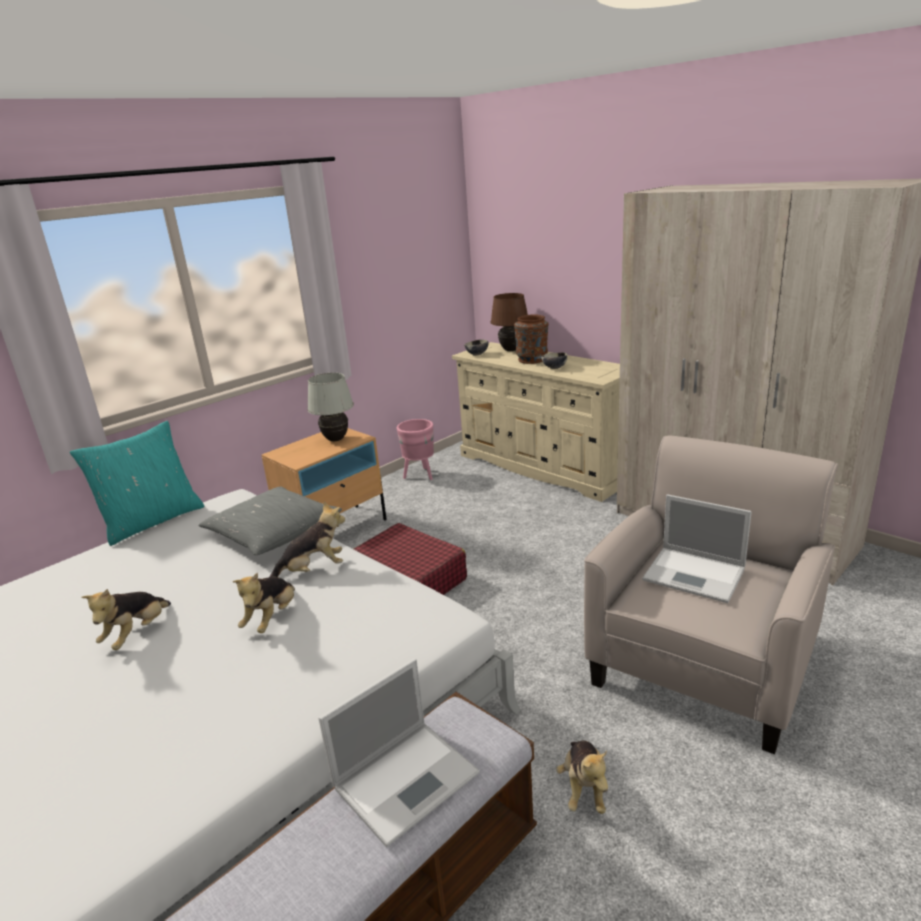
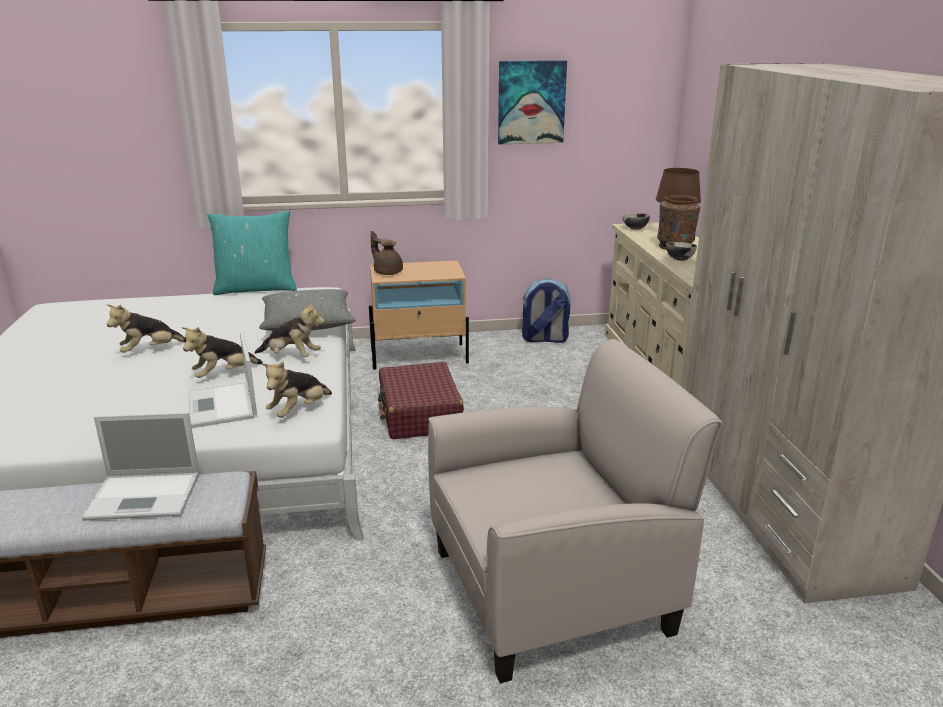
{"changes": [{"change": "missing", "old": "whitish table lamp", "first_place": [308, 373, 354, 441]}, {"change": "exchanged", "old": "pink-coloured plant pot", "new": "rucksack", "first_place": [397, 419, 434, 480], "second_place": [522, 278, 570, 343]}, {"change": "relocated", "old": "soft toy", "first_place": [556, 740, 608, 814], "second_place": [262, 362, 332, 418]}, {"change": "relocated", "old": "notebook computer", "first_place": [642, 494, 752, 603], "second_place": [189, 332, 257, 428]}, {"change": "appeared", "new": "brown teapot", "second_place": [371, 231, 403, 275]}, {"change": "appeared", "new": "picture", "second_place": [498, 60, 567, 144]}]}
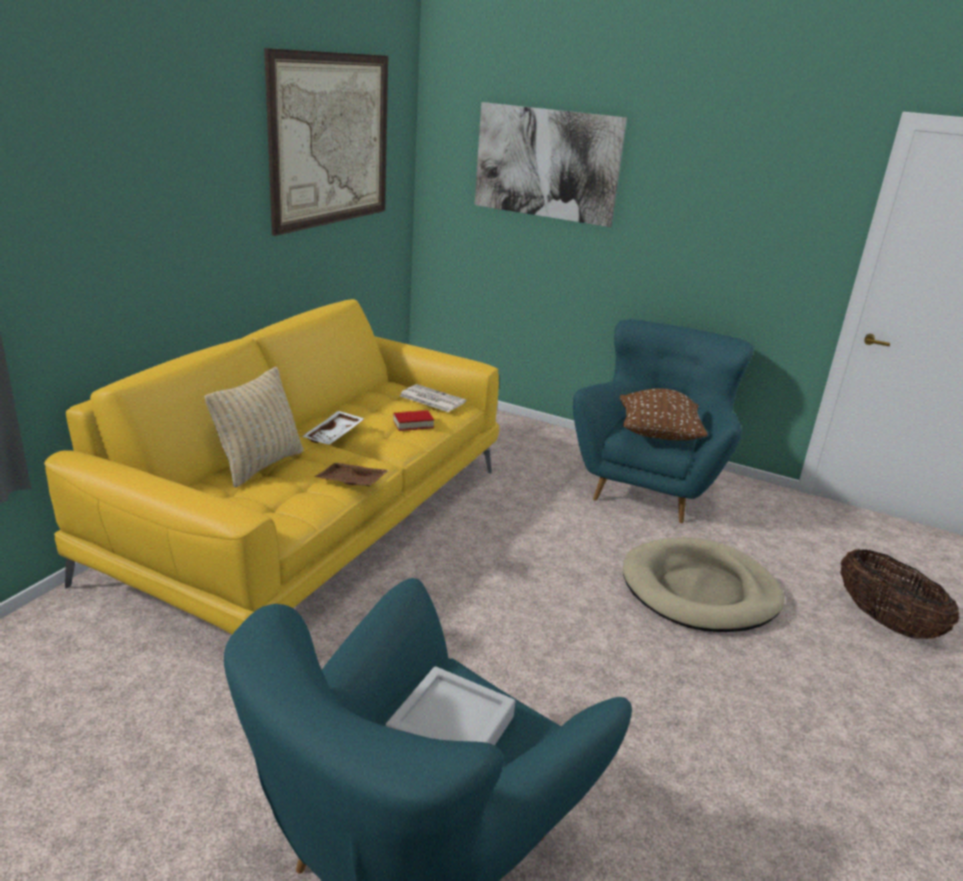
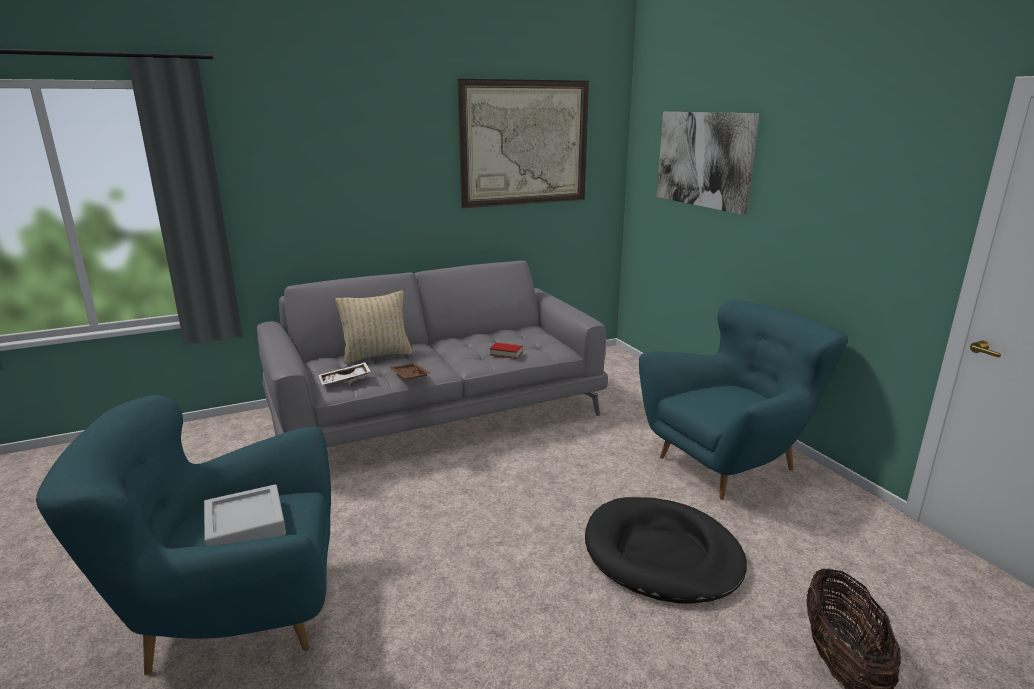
{"changes": [{"change": "colour", "old": "yellow-coloured sofa", "new": "gray sofa", "first_place": [44, 299, 499, 635], "second_place": [257, 261, 608, 447]}, {"change": "relocated", "old": "whitish serving tray", "first_place": [302, 411, 365, 445], "second_place": [318, 362, 371, 385]}, {"change": "missing", "old": "daily paper", "first_place": [400, 384, 466, 412]}, {"change": "missing", "old": "brown pillow", "first_place": [620, 388, 708, 440]}, {"change": "colour", "old": "beige pet bed", "new": "blackish pet bed", "first_place": [623, 537, 785, 632], "second_place": [585, 497, 747, 604]}]}
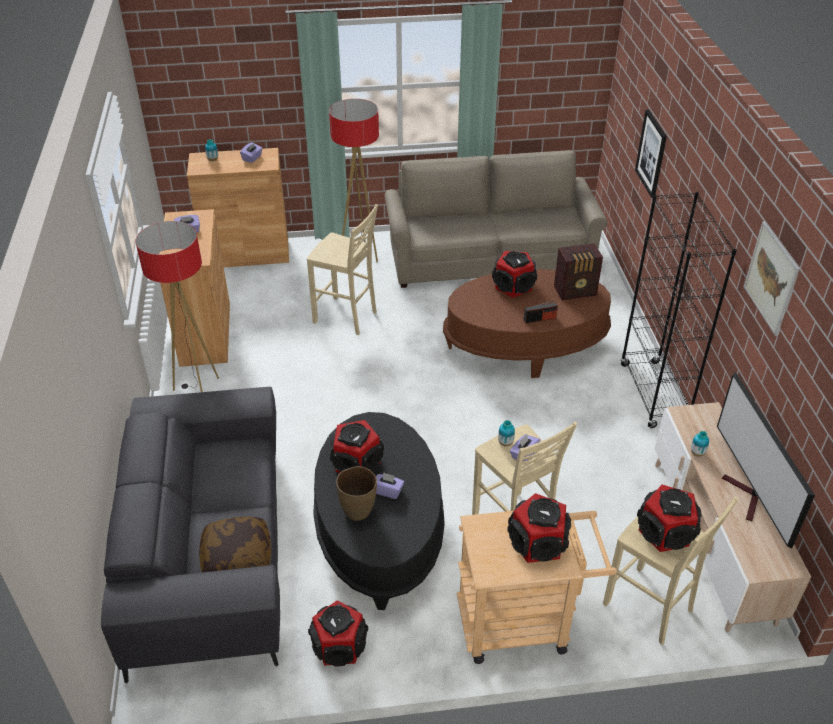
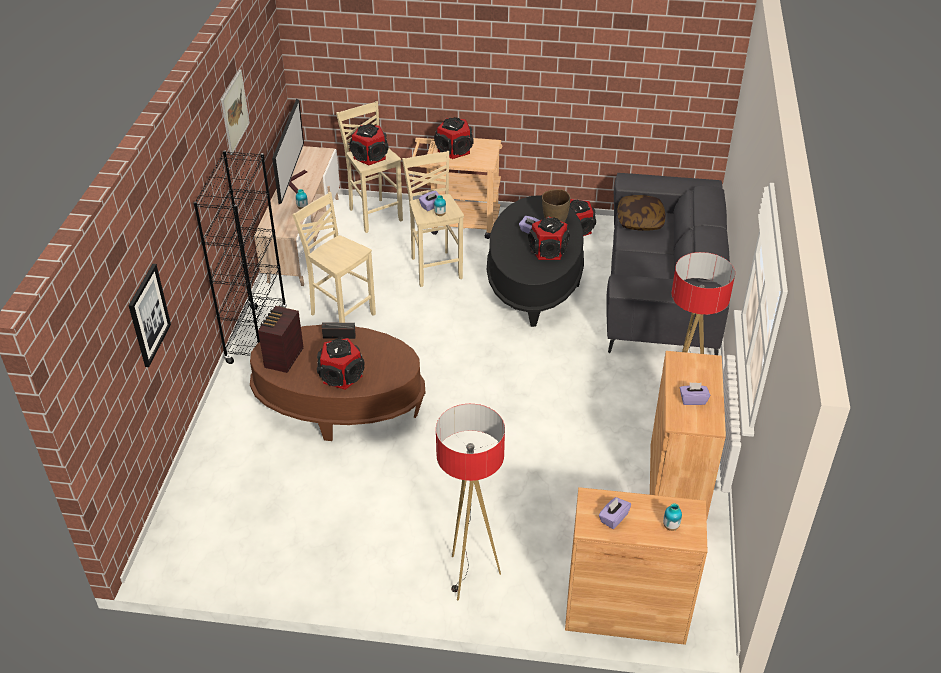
{"changes": [{"change": "relocated", "old": "beige stool seat", "first_place": [307, 204, 378, 335], "second_place": [293, 192, 376, 323]}, {"change": "missing", "old": "beige sofa", "first_place": [385, 150, 607, 288]}, {"change": "spun", "old": "radio", "first_place": [554, 243, 603, 300], "second_place": [258, 306, 304, 373], "degrees": -75}]}
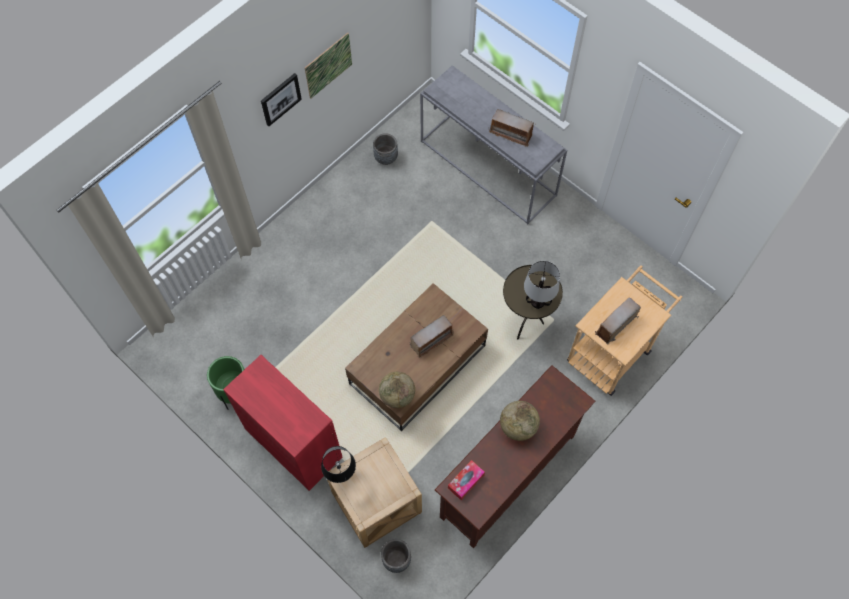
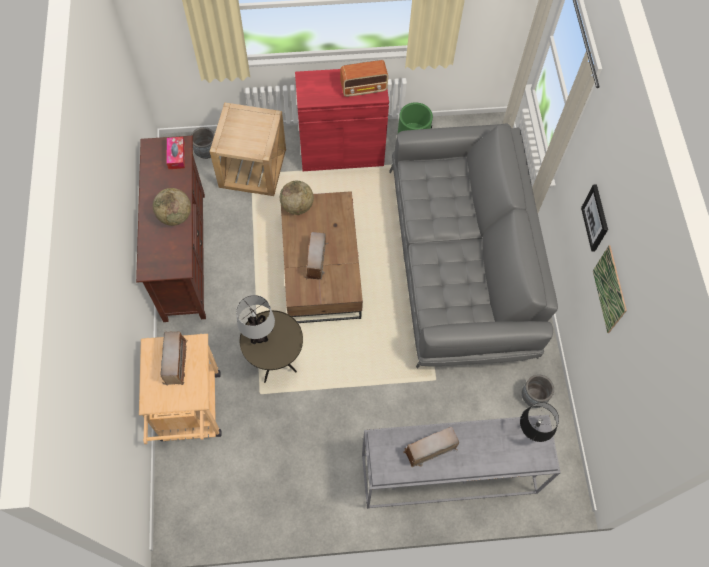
{"changes": [{"change": "relocated", "old": "blackish table lamp", "first_place": [321, 446, 356, 483], "second_place": [520, 402, 559, 442]}, {"change": "appeared", "new": "radio", "second_place": [340, 60, 388, 97]}, {"change": "appeared", "new": "gray sofa", "second_place": [389, 123, 558, 369]}]}
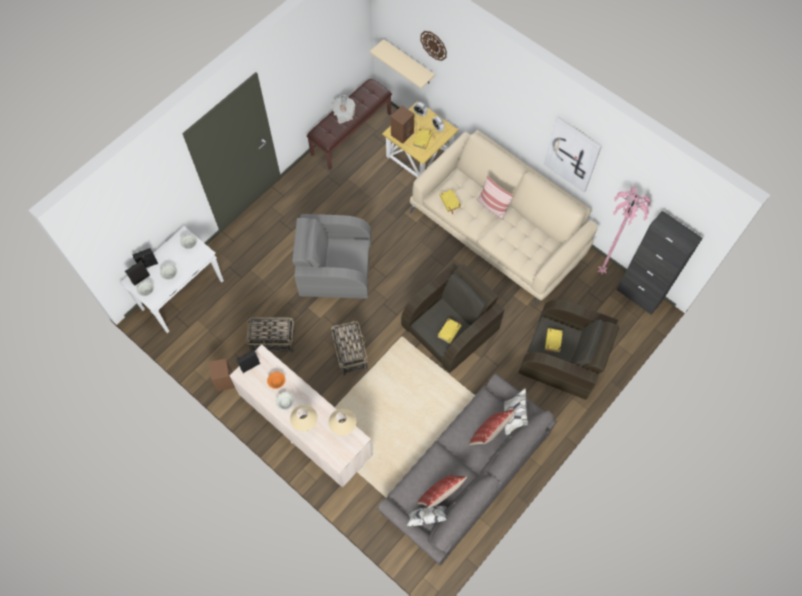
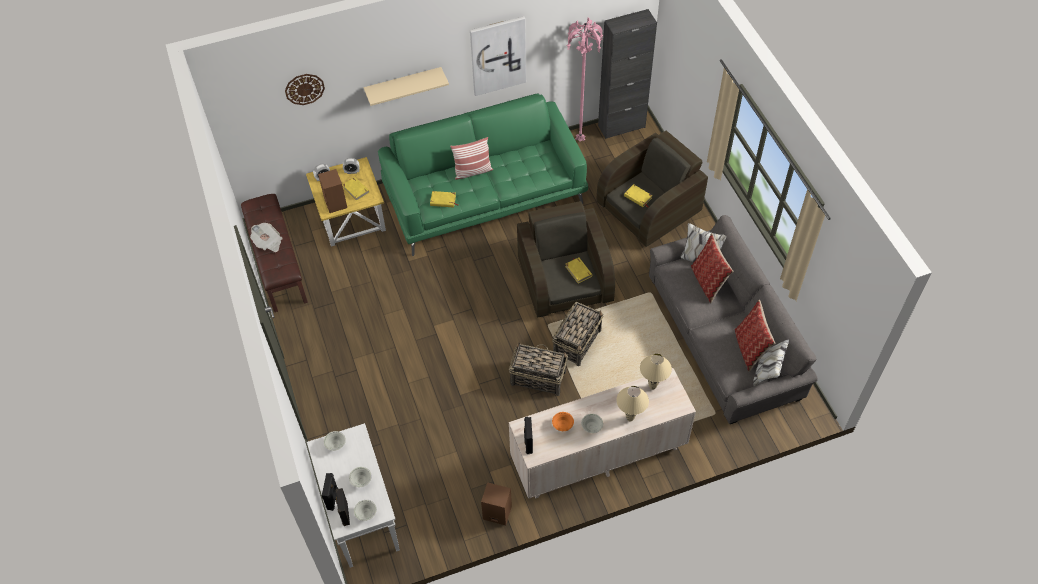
{"changes": [{"change": "relocated", "old": "household basket", "first_place": [246, 317, 295, 352], "second_place": [552, 302, 603, 366]}, {"change": "missing", "old": "gray lounge chair", "first_place": [292, 214, 371, 299]}, {"change": "relocated", "old": "beige bracket shelf", "first_place": [370, 39, 435, 88], "second_place": [364, 67, 449, 106]}, {"change": "colour", "old": "beige sofa", "new": "green-coloured sofa", "first_place": [410, 130, 598, 305], "second_place": [378, 94, 588, 256]}]}
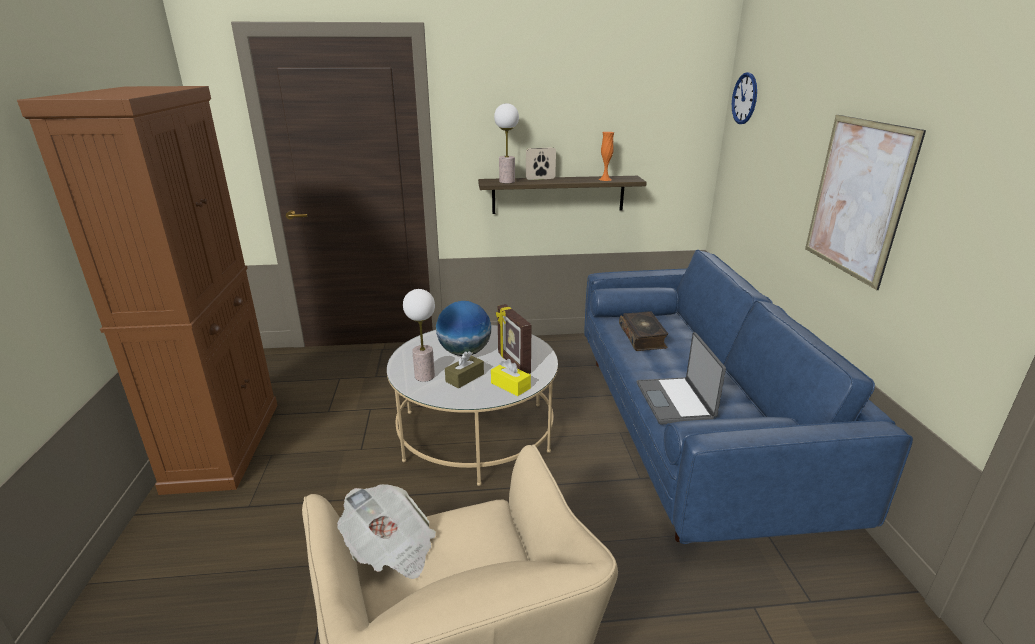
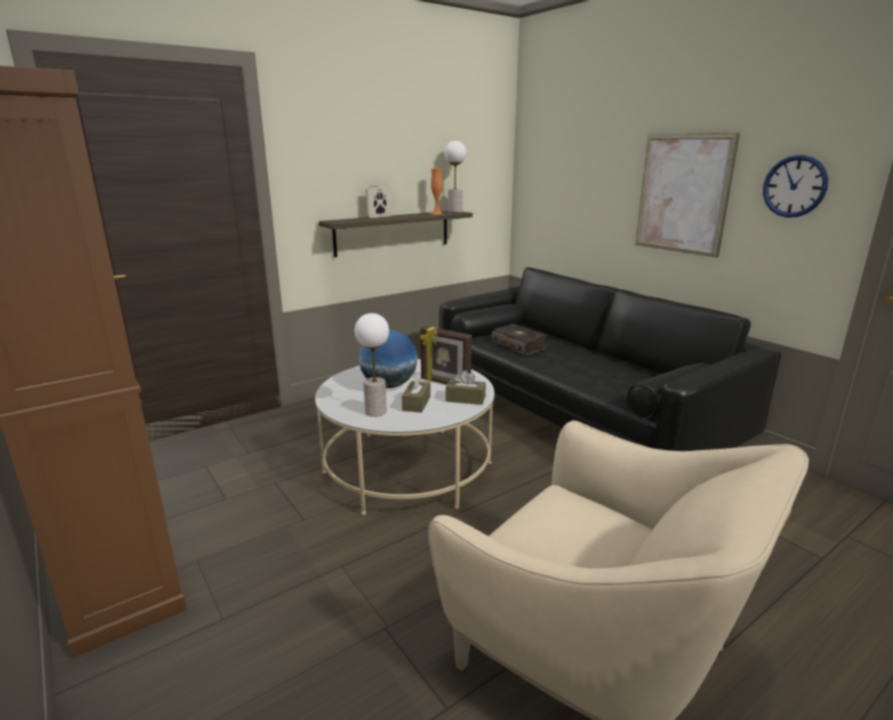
{"changes": [{"change": "missing", "old": "daily paper", "first_place": [337, 484, 436, 579]}, {"change": "colour", "old": "yellow-coloured tissue box", "new": "brown tissue box", "first_place": [491, 359, 531, 396], "second_place": [446, 370, 486, 405]}, {"change": "relocated", "old": "table lamp", "first_place": [494, 103, 519, 183], "second_place": [444, 141, 466, 213]}, {"change": "colour", "old": "blue sofa", "new": "blackish sofa", "first_place": [585, 250, 913, 544], "second_place": [439, 267, 781, 451]}, {"change": "missing", "old": "notebook computer", "first_place": [637, 332, 726, 425]}, {"change": "relocated", "old": "clock on the wall", "first_place": [732, 72, 757, 124], "second_place": [763, 155, 828, 218]}]}
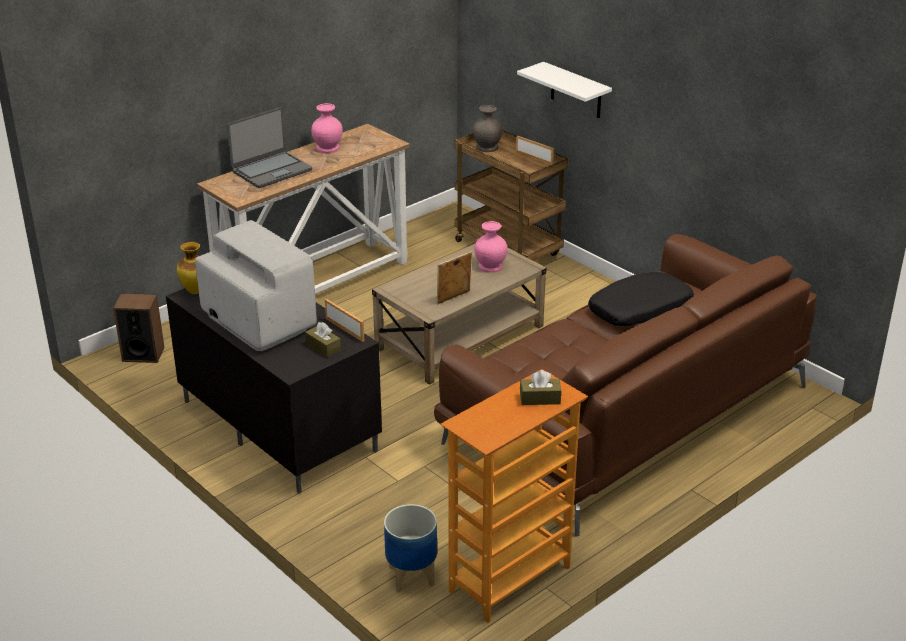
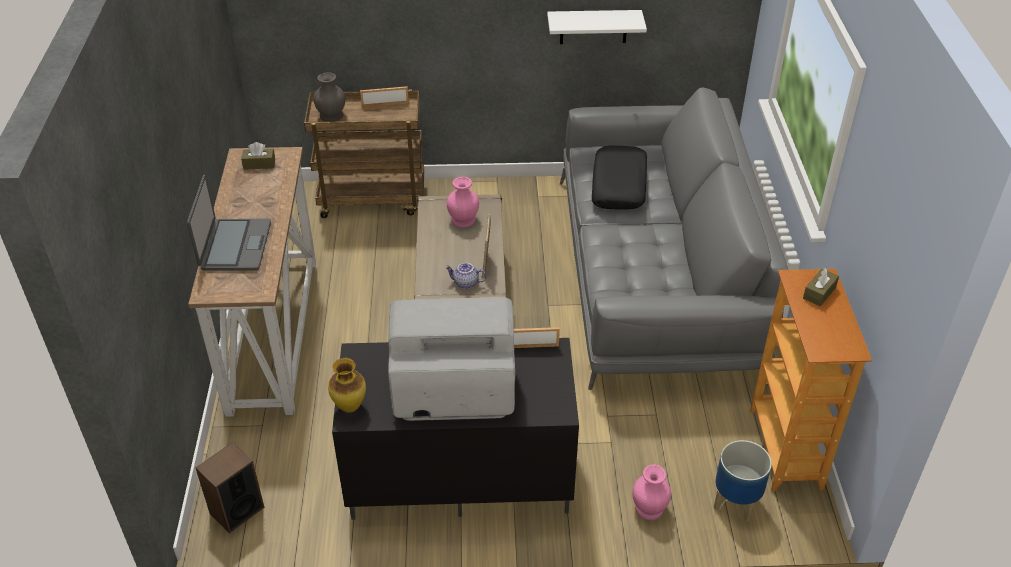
{"changes": [{"change": "relocated", "old": "brown tissue box", "first_place": [305, 322, 341, 357], "second_place": [241, 142, 275, 170]}, {"change": "relocated", "old": "pink-coloured decorative vase", "first_place": [311, 103, 343, 153], "second_place": [632, 464, 671, 520]}, {"change": "colour", "old": "brown sofa", "new": "gray sofa", "first_place": [434, 234, 817, 537], "second_place": [560, 87, 788, 390]}, {"change": "relocated", "old": "whitish bracket shelf", "first_place": [517, 62, 612, 118], "second_place": [547, 10, 647, 44]}, {"change": "appeared", "new": "teapot", "second_place": [445, 263, 487, 289]}]}
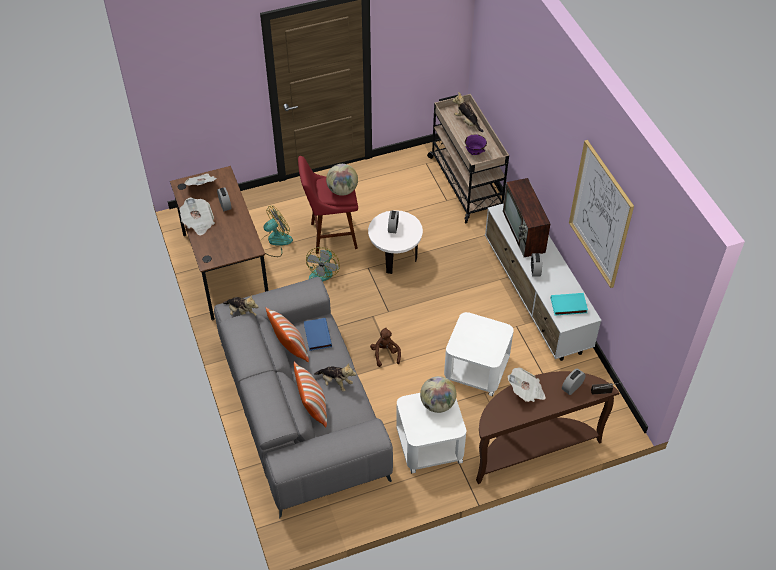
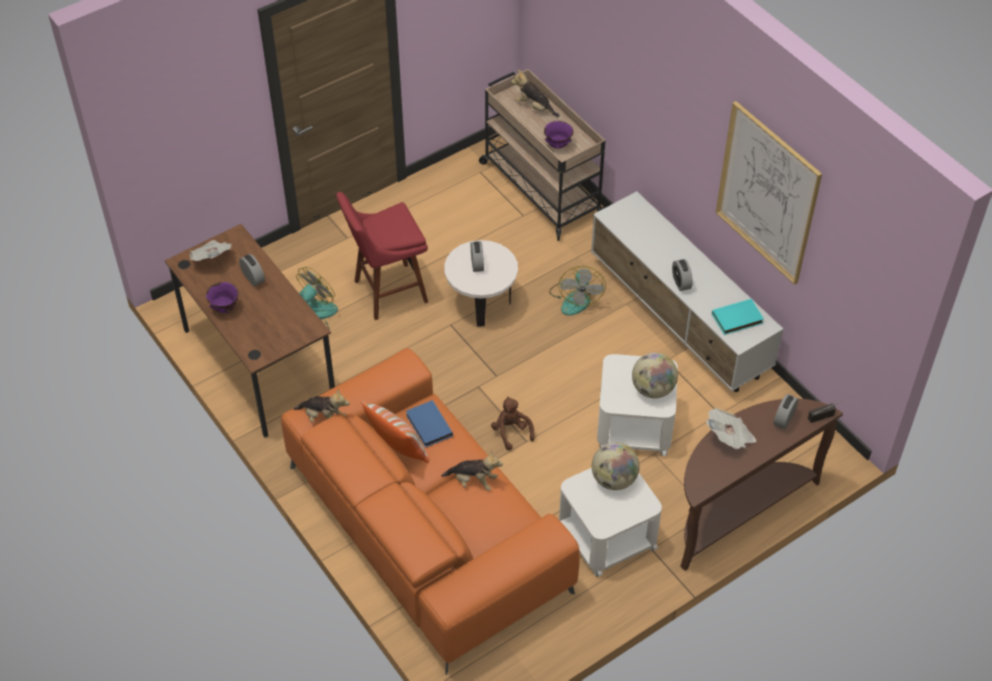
{"changes": [{"change": "exchanged", "old": "daily paper", "new": "purple-coloured deep dish", "first_place": [179, 197, 215, 235], "second_place": [206, 282, 238, 314]}, {"change": "colour", "old": "gray sofa", "new": "orange sofa", "first_place": [214, 277, 393, 518], "second_place": [281, 348, 580, 675]}, {"change": "missing", "old": "pillow", "first_place": [294, 361, 327, 427]}, {"change": "relocated", "old": "cooling fan", "first_place": [306, 247, 340, 282], "second_place": [549, 266, 606, 316]}, {"change": "relocated", "old": "globe", "first_place": [326, 164, 358, 196], "second_place": [632, 353, 678, 398]}, {"change": "missing", "old": "television", "first_place": [503, 178, 550, 257]}]}
